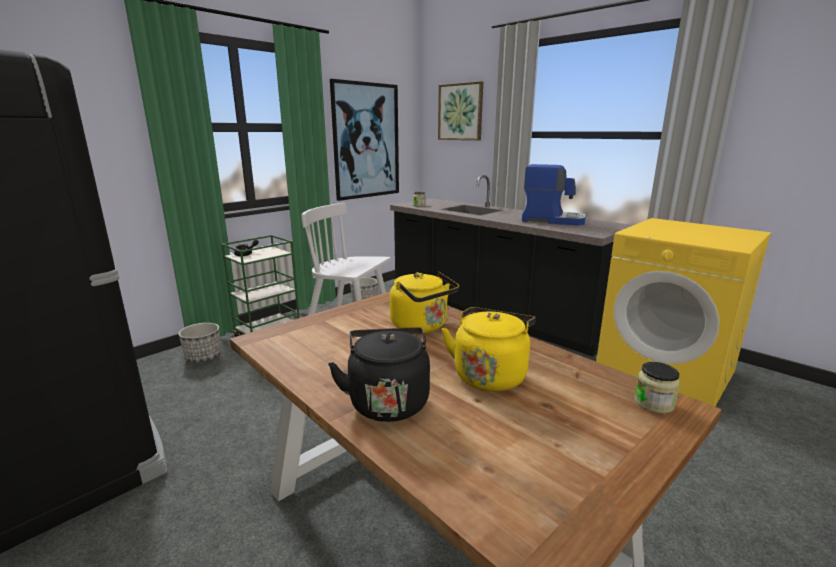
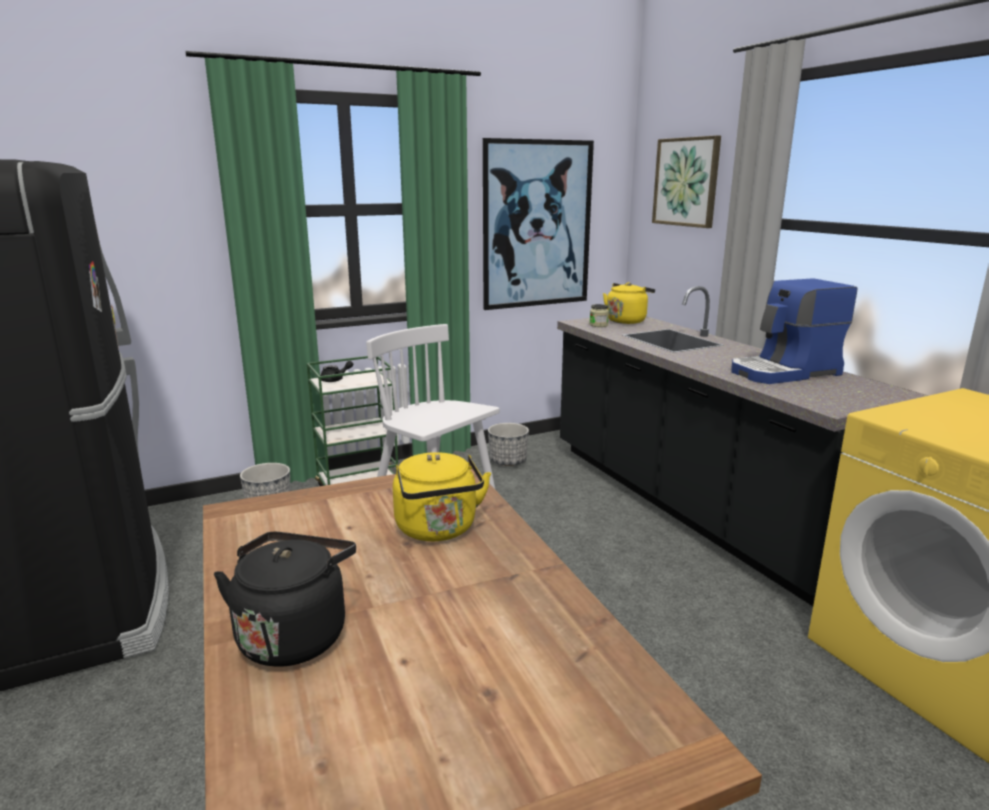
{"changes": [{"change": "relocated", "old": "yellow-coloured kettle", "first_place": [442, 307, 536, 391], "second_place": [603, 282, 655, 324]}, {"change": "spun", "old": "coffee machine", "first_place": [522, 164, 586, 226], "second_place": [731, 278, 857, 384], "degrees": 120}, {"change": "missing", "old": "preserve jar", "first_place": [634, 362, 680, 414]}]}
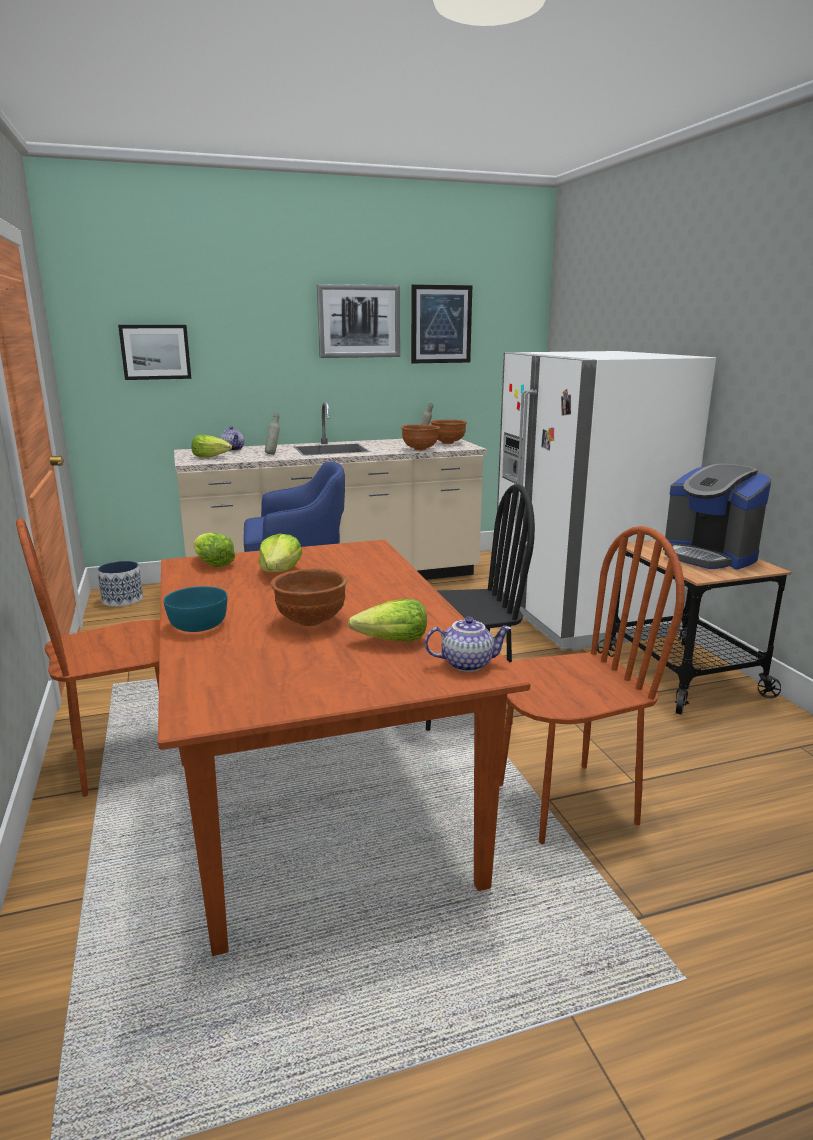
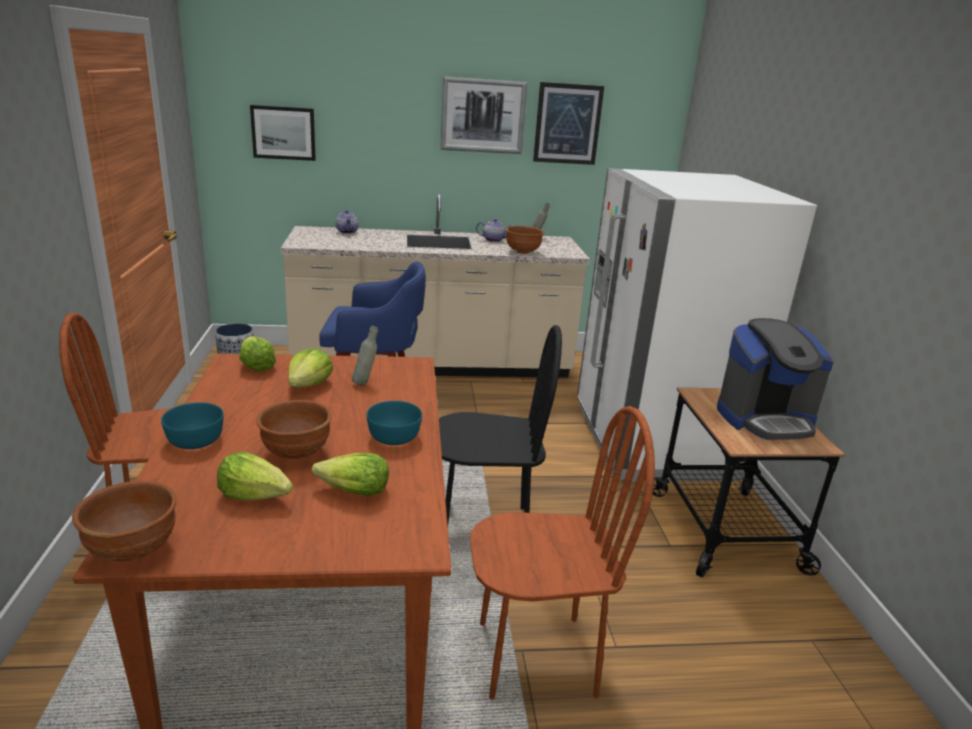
{"changes": [{"change": "relocated", "old": "head of lettuce", "first_place": [191, 435, 232, 457], "second_place": [217, 452, 293, 501]}, {"change": "relocated", "old": "gray bottle", "first_place": [265, 413, 280, 455], "second_place": [352, 326, 378, 385]}, {"change": "relocated", "old": "teapot", "first_place": [425, 617, 512, 672], "second_place": [476, 219, 512, 242]}, {"change": "relocated", "old": "brown deep dish", "first_place": [430, 420, 467, 444], "second_place": [72, 481, 177, 562]}, {"change": "spun", "old": "coffee machine", "first_place": [663, 464, 771, 570], "second_place": [717, 318, 834, 440], "degrees": -75}, {"change": "appeared", "new": "blue-green deep dish", "second_place": [367, 401, 422, 445]}]}
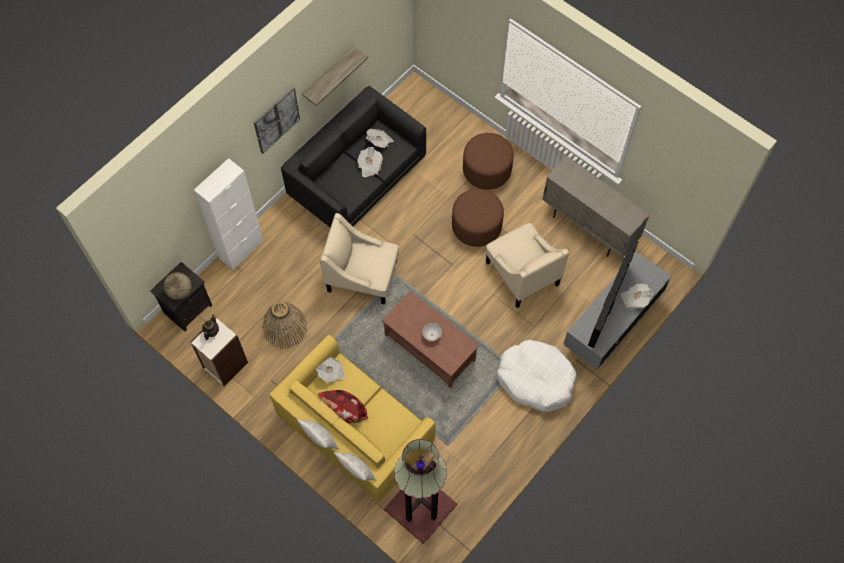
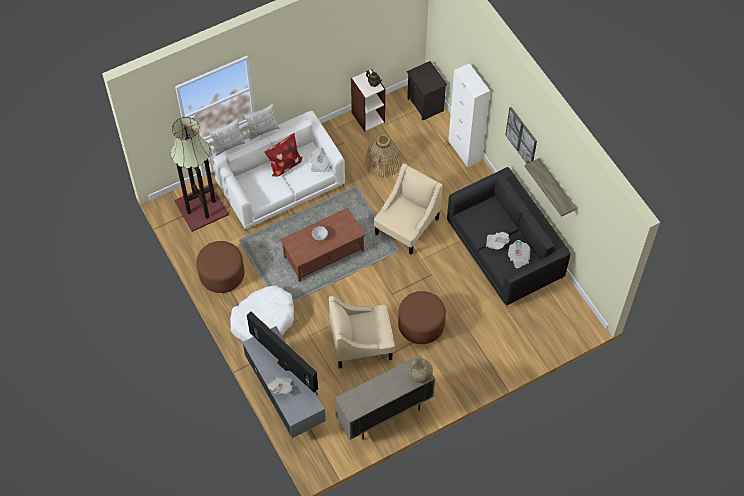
{"changes": [{"change": "relocated", "old": "globe", "first_place": [163, 272, 191, 300], "second_place": [408, 358, 433, 383]}, {"change": "colour", "old": "yellow-coloured sofa", "new": "whitish sofa", "first_place": [269, 335, 435, 502], "second_place": [211, 111, 345, 230]}, {"change": "relocated", "old": "brown pouffe", "first_place": [463, 133, 514, 190], "second_place": [196, 241, 244, 293]}]}
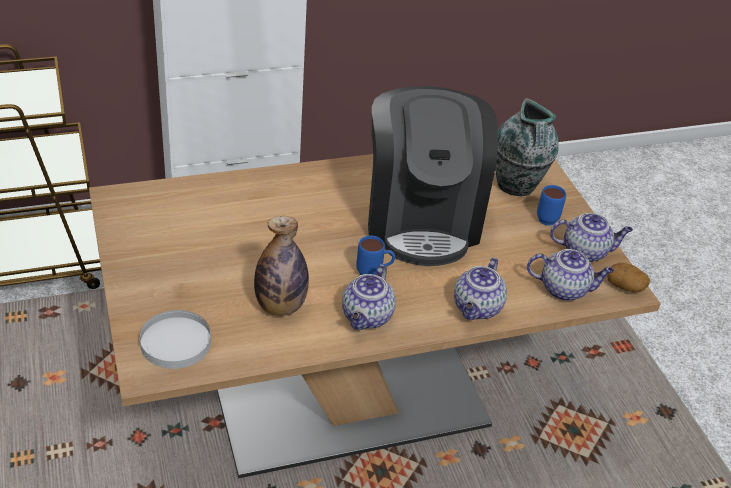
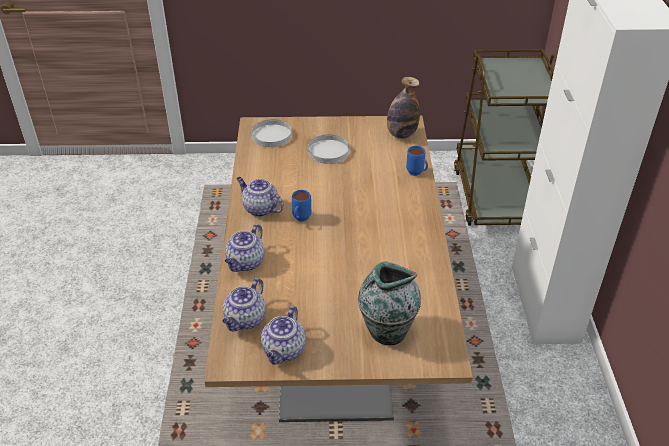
{"changes": [{"change": "relocated", "old": "bottle", "first_place": [254, 216, 309, 316], "second_place": [387, 77, 420, 139]}, {"change": "missing", "old": "coffee machine", "first_place": [368, 86, 498, 266]}, {"change": "spun", "old": "teapot", "first_place": [454, 257, 507, 320], "second_place": [225, 224, 265, 272], "degrees": -105}, {"change": "relocated", "old": "blue tea mug", "first_place": [537, 185, 566, 225], "second_place": [406, 146, 428, 176]}, {"change": "missing", "old": "potato", "first_place": [607, 263, 651, 292]}, {"change": "appeared", "new": "whitish dinner plate", "second_place": [308, 135, 349, 164]}]}
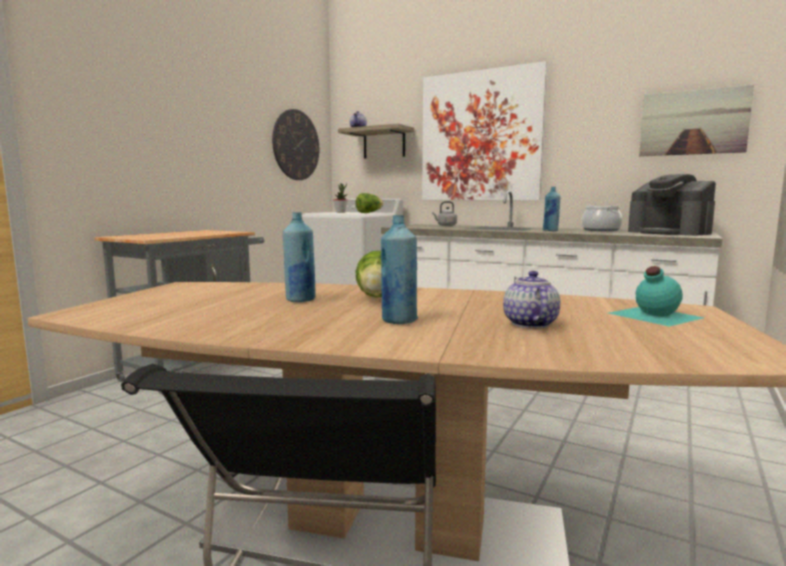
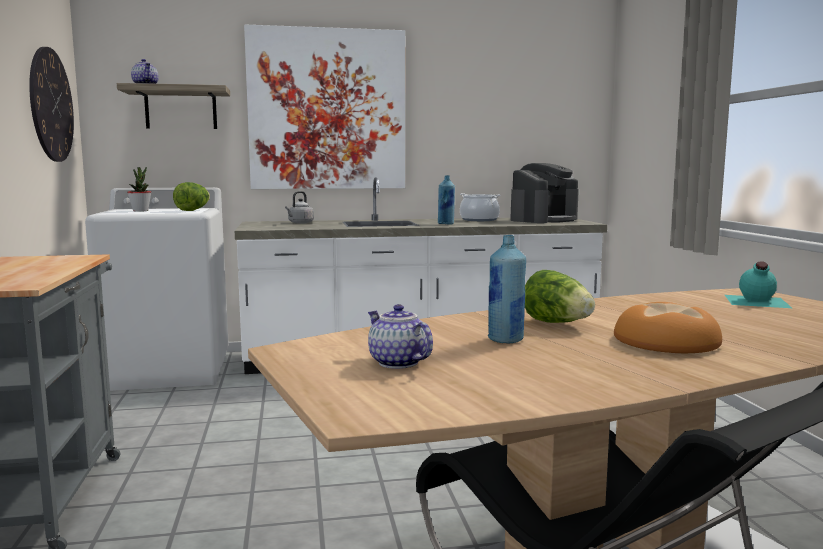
{"changes": [{"change": "exchanged", "old": "blue bottle", "new": "bakery bread", "first_place": [381, 215, 418, 324], "second_place": [614, 302, 722, 353]}, {"change": "relocated", "old": "teapot", "first_place": [503, 271, 560, 328], "second_place": [368, 304, 433, 369]}, {"change": "spun", "old": "coffee machine", "first_place": [628, 174, 716, 236], "second_place": [510, 163, 579, 223], "degrees": -60}, {"change": "missing", "old": "picture", "first_place": [639, 85, 754, 156]}]}
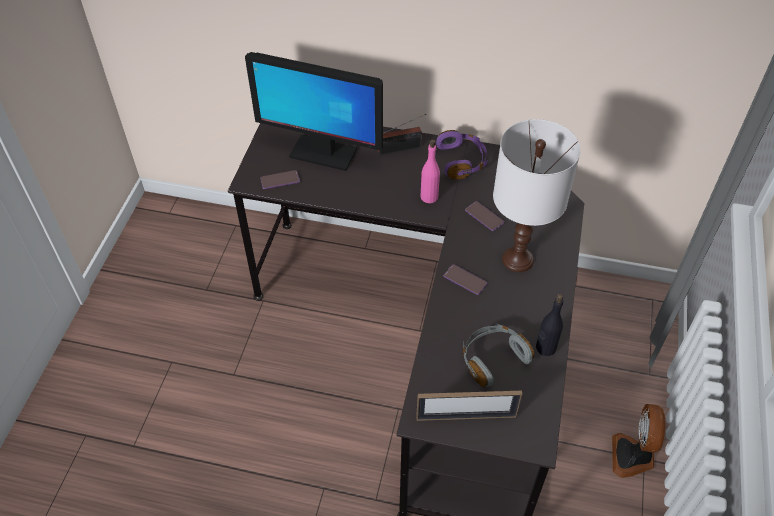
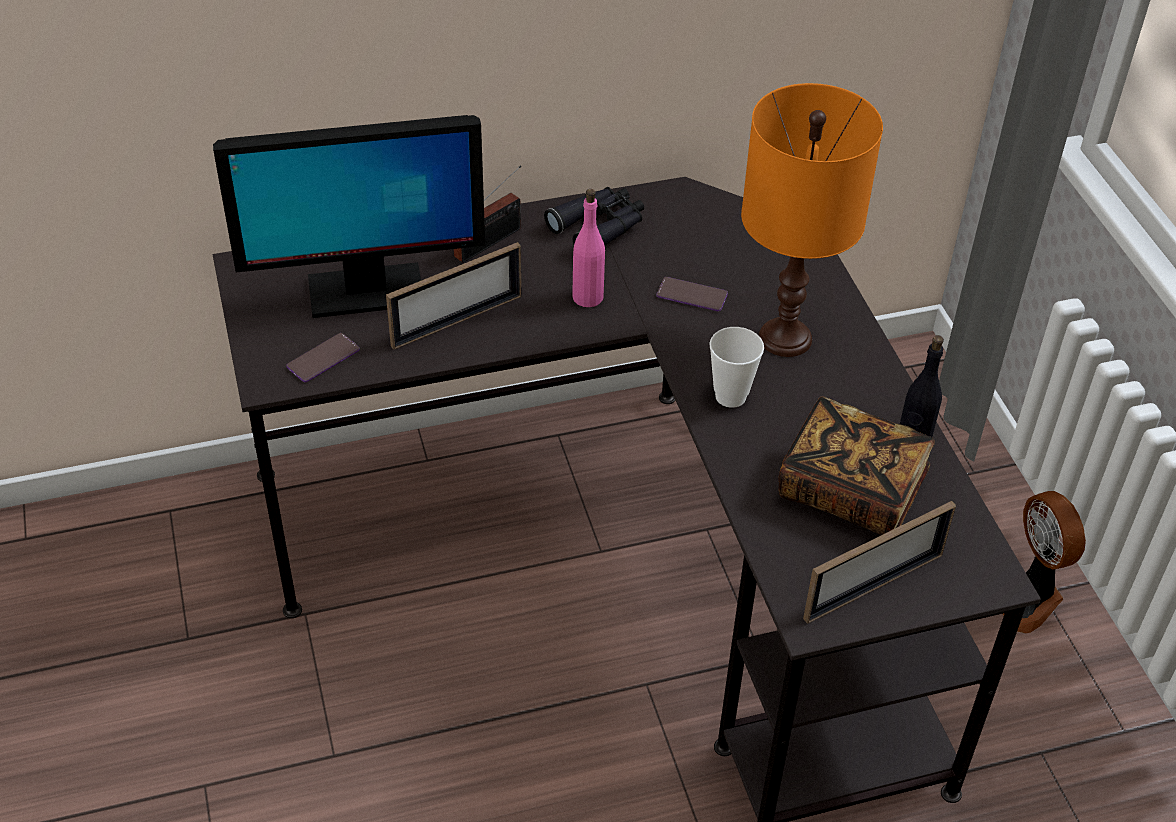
{"changes": [{"change": "exchanged", "old": "purple-coloured headset", "new": "blackish field glasses", "first_place": [436, 130, 488, 180], "second_place": [544, 187, 644, 245]}, {"change": "exchanged", "old": "handset", "new": "cup", "first_place": [444, 264, 487, 295], "second_place": [709, 327, 764, 408]}, {"change": "exchanged", "old": "gray headset", "new": "book", "first_place": [463, 324, 534, 387], "second_place": [778, 396, 935, 535]}, {"change": "colour", "old": "whitish table lamp", "new": "orange table lamp", "first_place": [493, 119, 581, 272], "second_place": [741, 83, 883, 357]}, {"change": "appeared", "new": "photo frame", "second_place": [386, 242, 521, 350]}]}
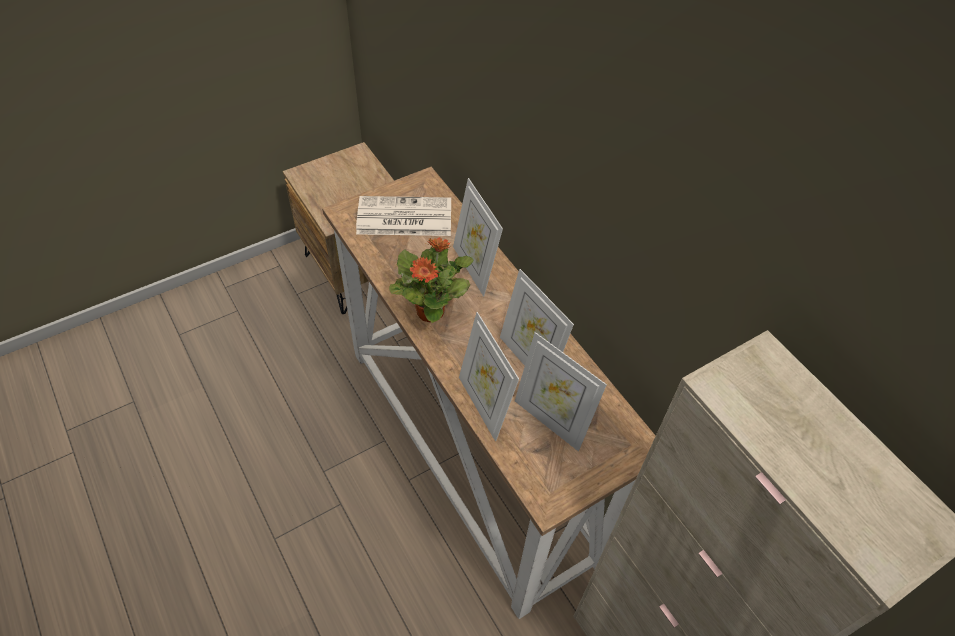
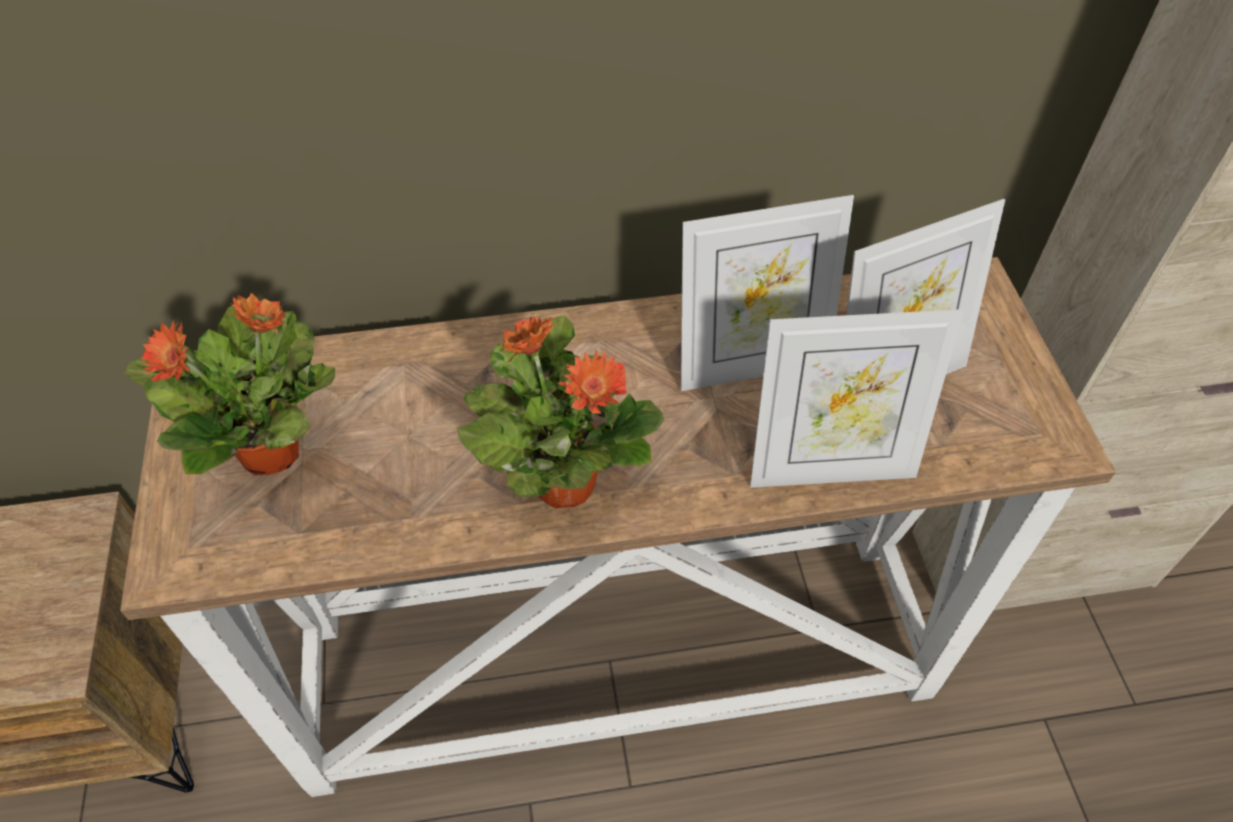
{"changes": [{"change": "exchanged", "old": "daily paper", "new": "potted plant", "first_place": [356, 196, 451, 236], "second_place": [124, 293, 335, 475]}, {"change": "missing", "old": "photo frame", "first_place": [453, 178, 503, 297]}]}
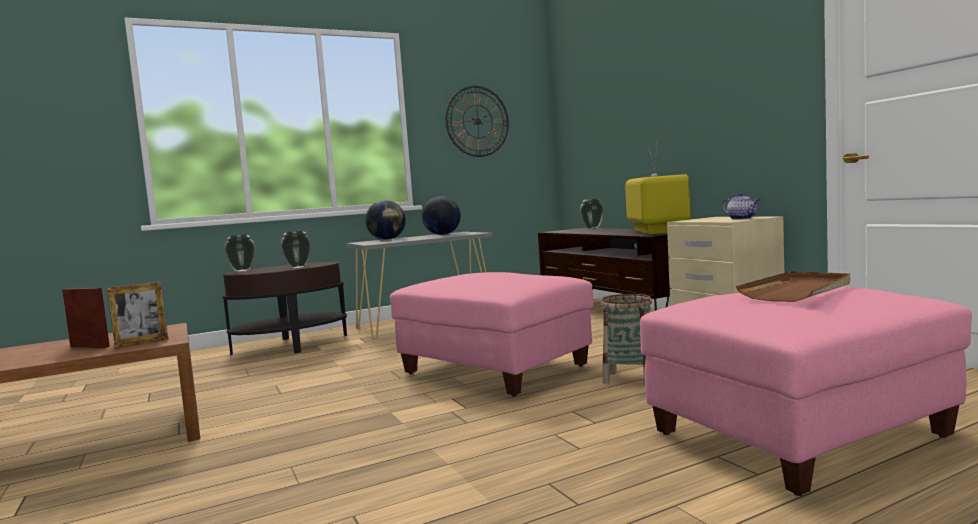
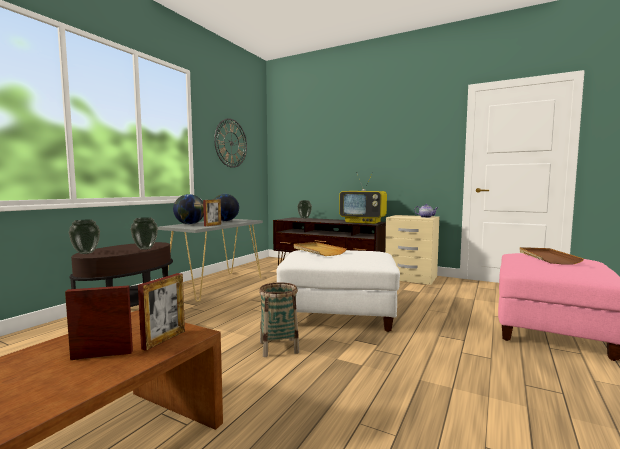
{"changes": [{"change": "colour", "old": "pink-coloured pouffe", "new": "whitish pouffe", "first_place": [390, 272, 594, 397], "second_place": [277, 250, 400, 332]}, {"change": "relocated", "old": "household basket", "first_place": [601, 294, 652, 385], "second_place": [259, 282, 299, 357]}, {"change": "spun", "old": "television", "first_place": [625, 142, 690, 235], "second_place": [339, 172, 387, 224], "degrees": 150}, {"change": "appeared", "new": "photo frame", "second_place": [203, 199, 221, 226]}, {"change": "appeared", "new": "beige serving tray", "second_place": [294, 242, 346, 256]}]}
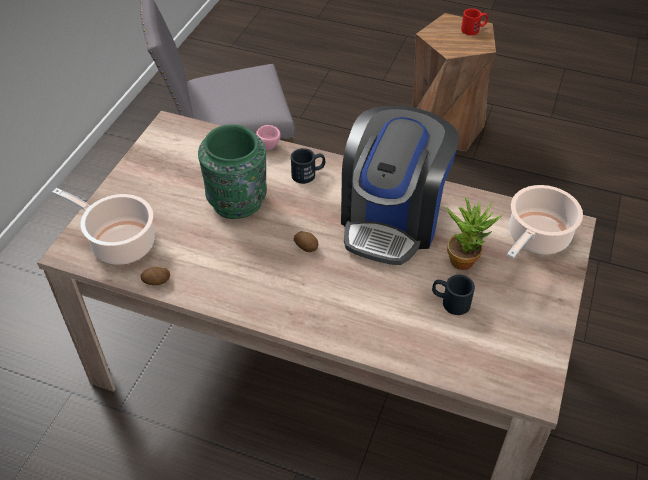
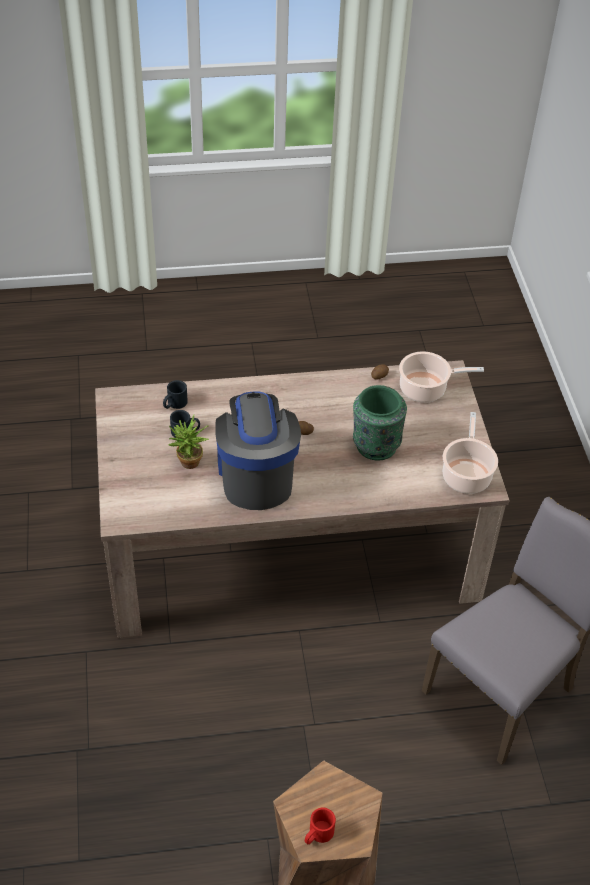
{"changes": [{"change": "missing", "old": "pink-coloured cup", "first_place": [256, 125, 281, 150]}, {"change": "relocated", "old": "blackish tea mug", "first_place": [291, 148, 325, 184], "second_place": [163, 380, 188, 409]}, {"change": "relocated", "old": "stockpot", "first_place": [507, 185, 583, 259], "second_place": [443, 412, 498, 494]}]}
